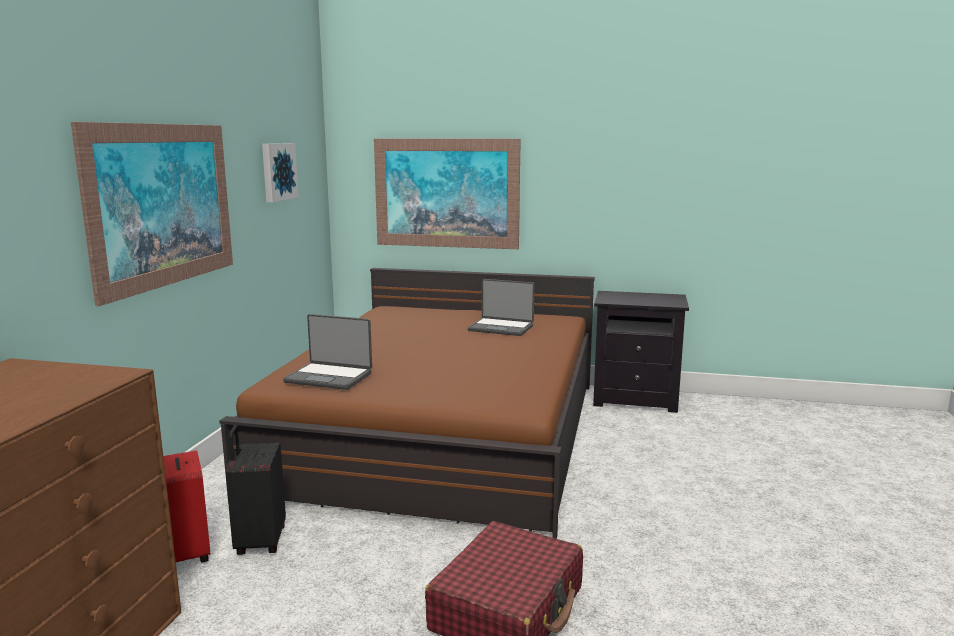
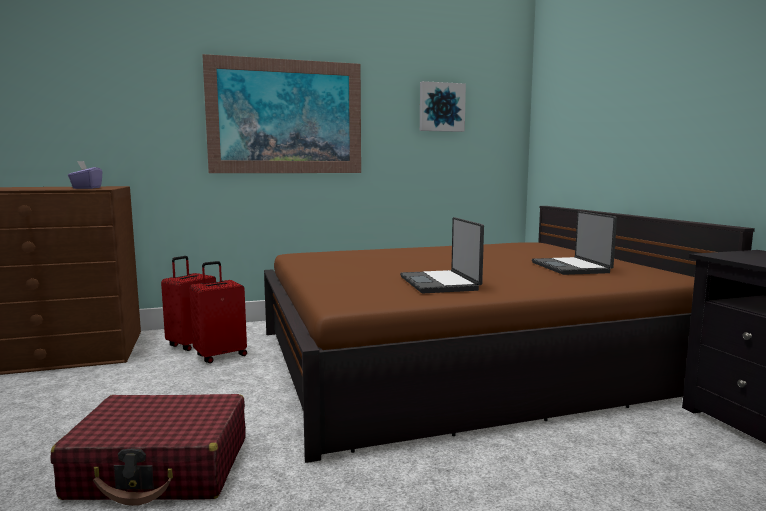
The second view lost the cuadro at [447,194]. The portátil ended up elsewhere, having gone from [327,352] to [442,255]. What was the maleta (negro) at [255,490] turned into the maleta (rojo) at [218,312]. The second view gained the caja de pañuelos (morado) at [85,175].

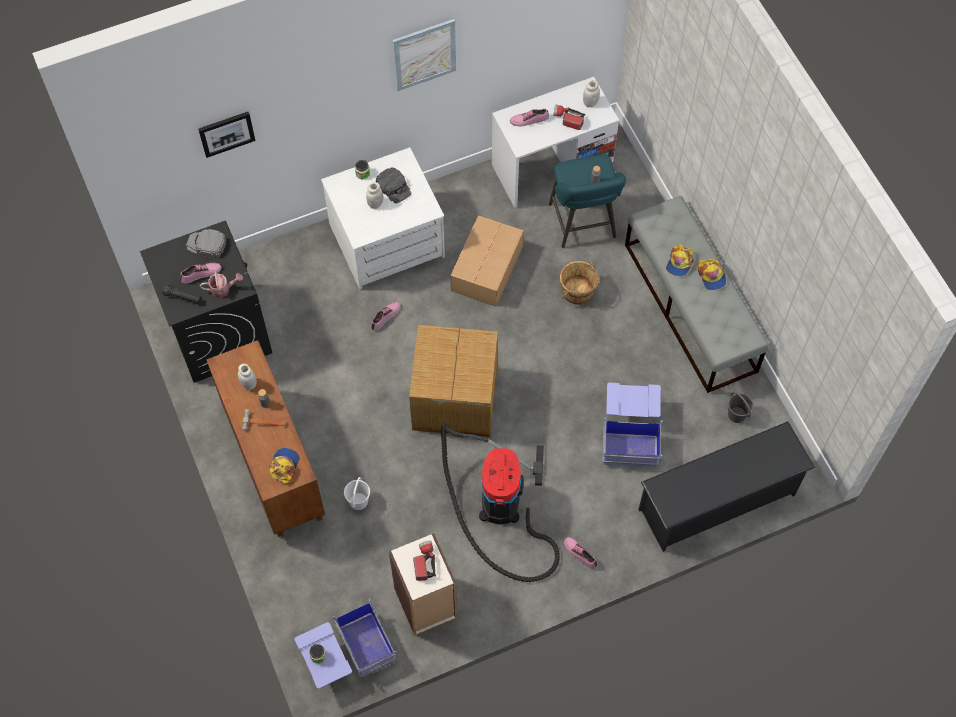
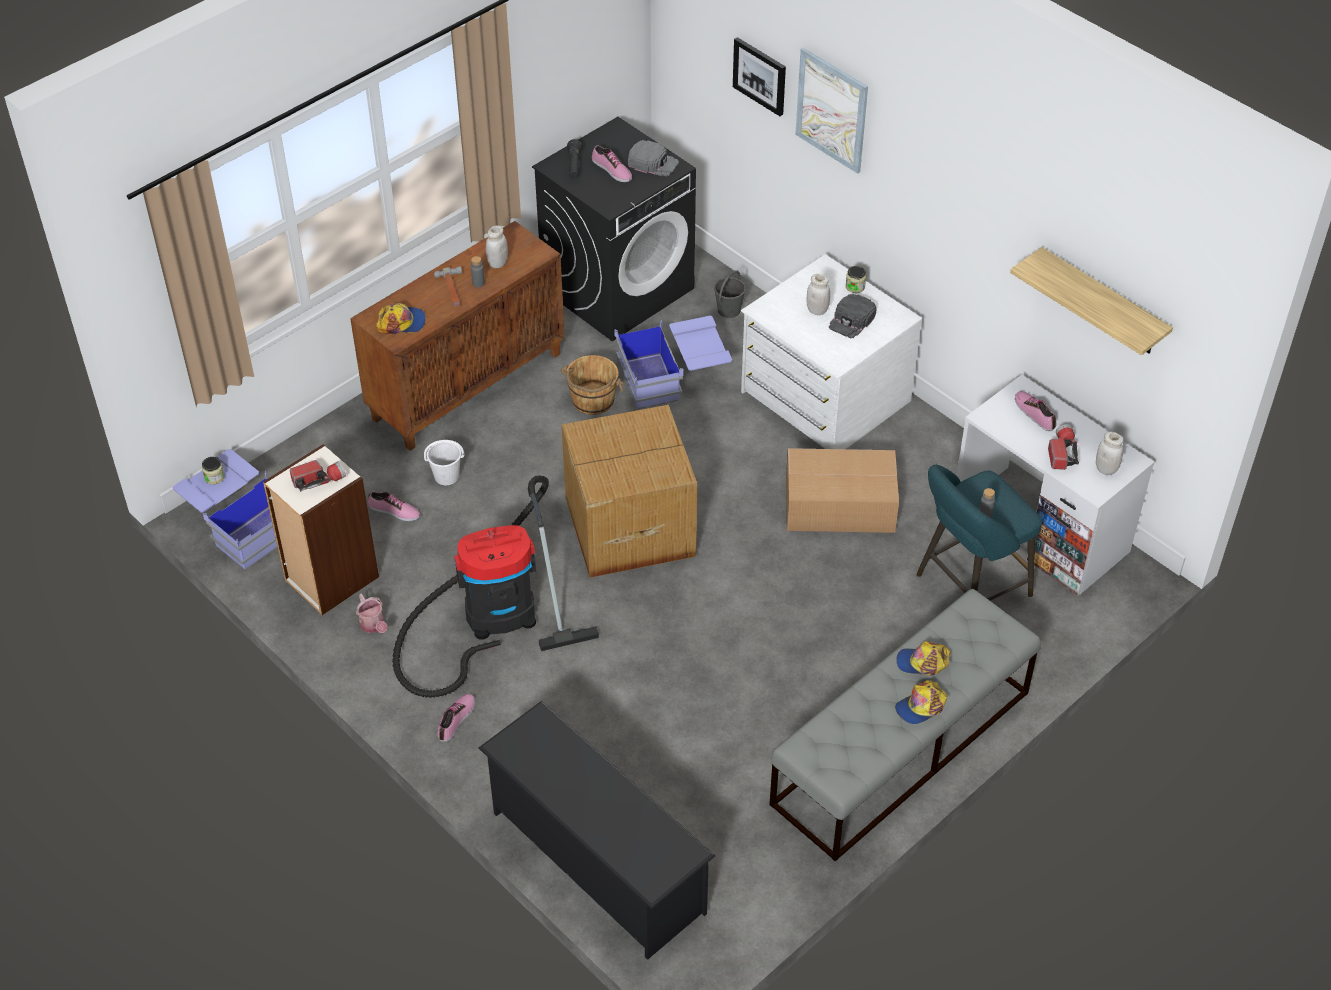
The cuadro ended up elsewhere, having gone from [424,55] to [831,111]. The gorra (gris) at [206,243] ended up facing another way, 120 degrees clockwise from before. The cubo (marrón) ended up elsewhere, having gone from [580,283] to [592,385]. The regadera ended up elsewhere, having gone from [221,284] to [371,613]. The zapato ended up elsewhere, having gone from [385,316] to [394,506]. The caja de almacenaje (azul) ended up elsewhere, having gone from [633,424] to [673,362]. The cubo (gris) ended up elsewhere, having gone from [741,407] to [730,294]. The second view gained the estante at [1091,301].

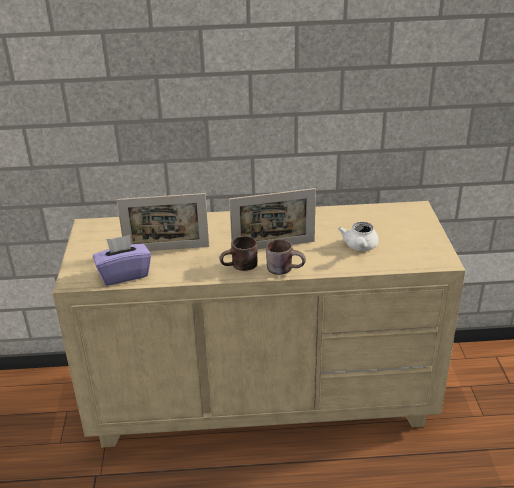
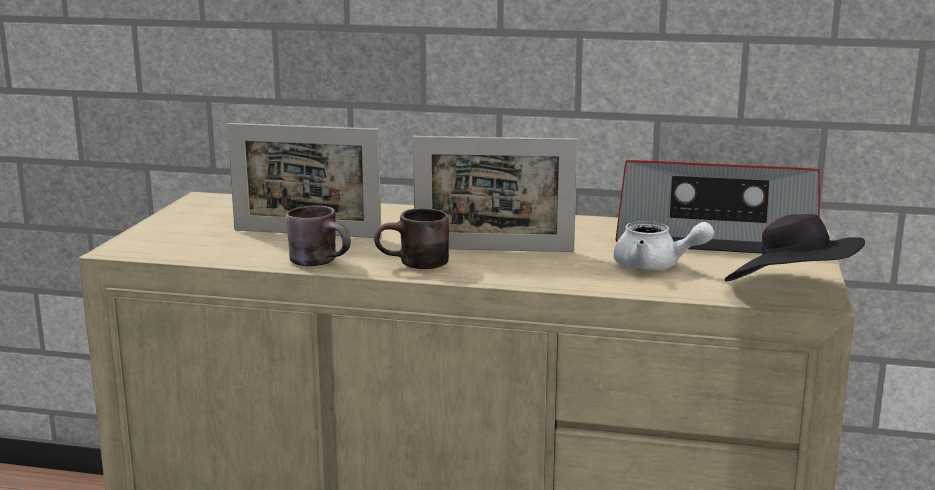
The tetera (blanco) at [358,236] ended up facing another way, 90 degrees counterclockwise from before. The second view lost the caja de pañuelos (morado) at [122,260]. The taza grande (marrón) ended up elsewhere, having gone from [286,257] to [318,235]. The second view gained the radio at [717,207]. The second view gained the sombrero (negro) at [795,247].

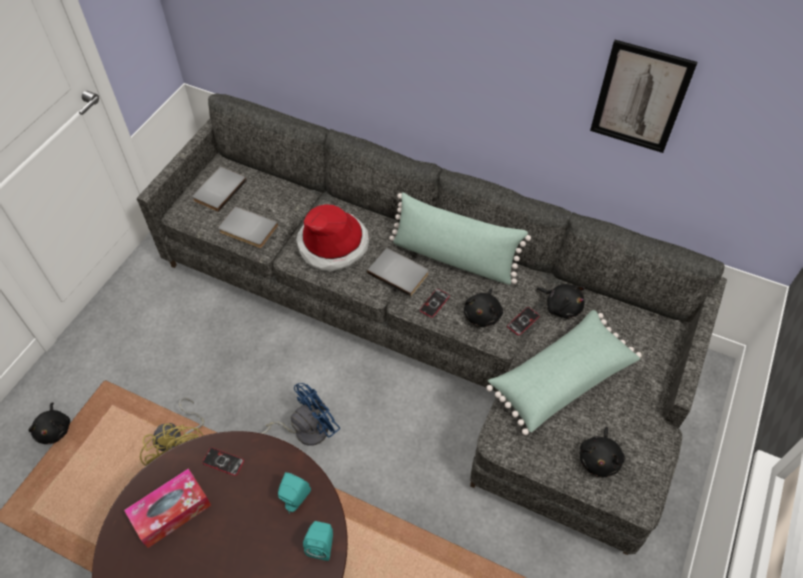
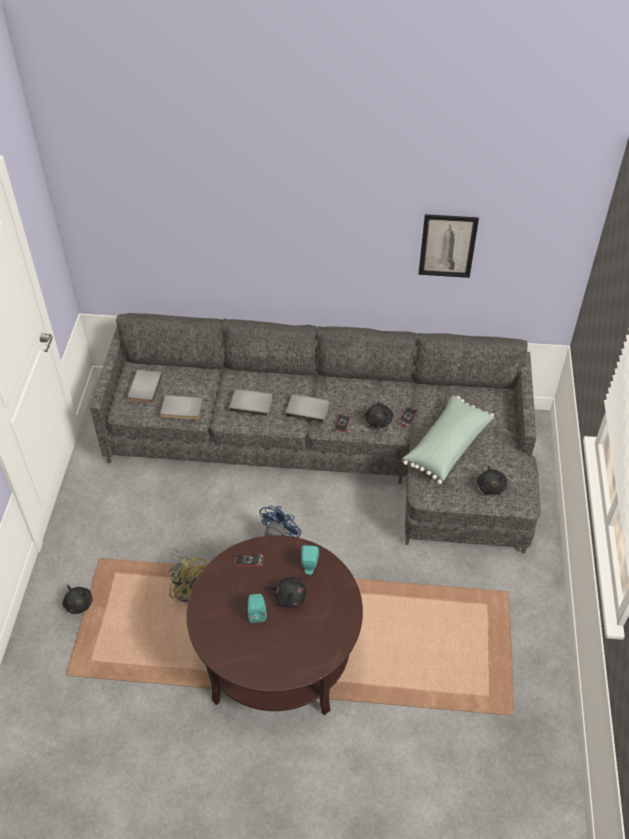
The second view lost the cojín (verde) at [460,238]. Where the sombrero stood at [332,237], the libro (gris) came to stand at [251,402]. The peluche (negro) ended up elsewhere, having gone from [561,301] to [285,592]. The second view lost the caja de pañuelos at [167,508]. The altavoz (turquesa) ended up elsewhere, having gone from [318,541] to [257,608].

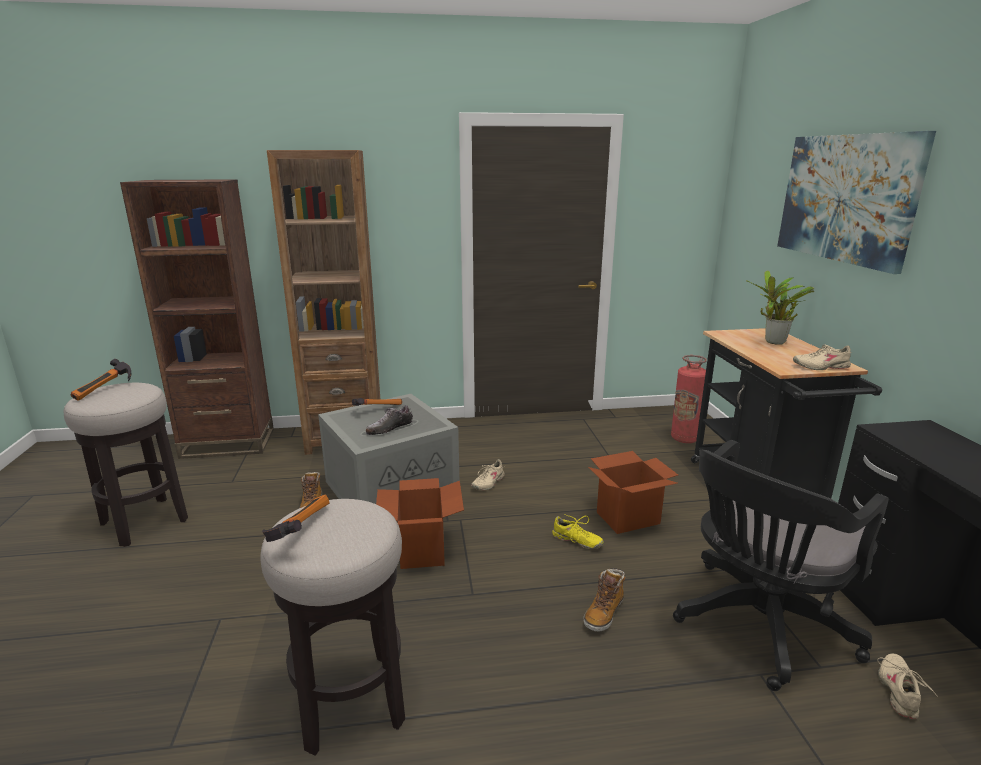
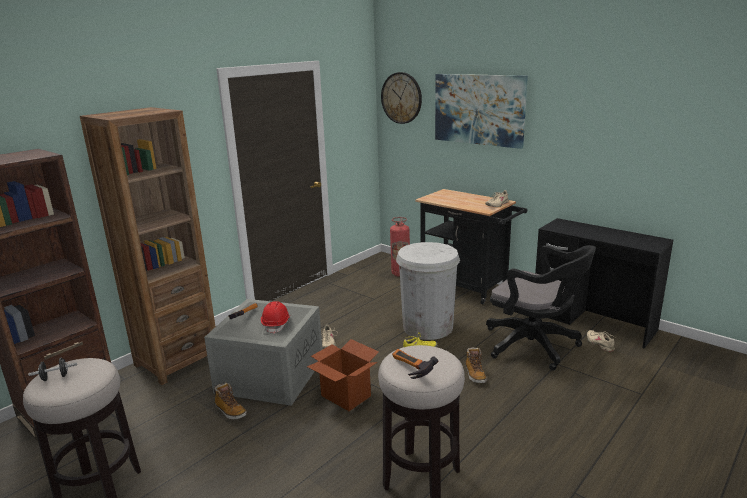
The second view lost the planta en maceta at [780,308]. Where the martillo stood at [101,380], the mancuerna (negro) came to stand at [52,369]. Where the zapato stood at [389,420], the casco (rojo) came to stand at [275,317]. The silla de oficina (negro) at [781,565] ended up facing another way, 60 degrees counterclockwise from before. Where the caja de cartón stood at [633,492], the papelera (blanco) came to stand at [428,291]. The second view gained the reloj de pared at [401,98].

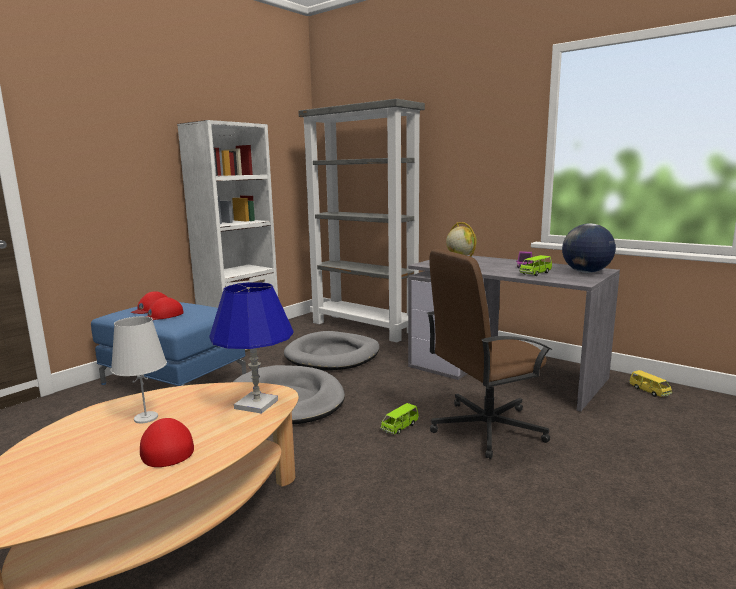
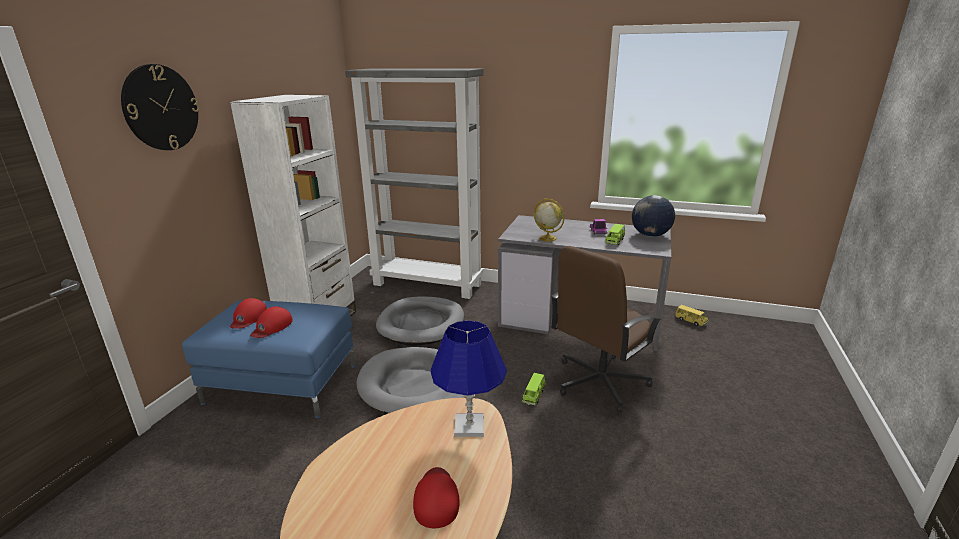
The second view lost the lámpara de mesa (blanco) at [139,369]. The gorra (rojo) at [167,442] ended up facing another way, 45 degrees clockwise from before. The second view gained the reloj de pared at [160,107].

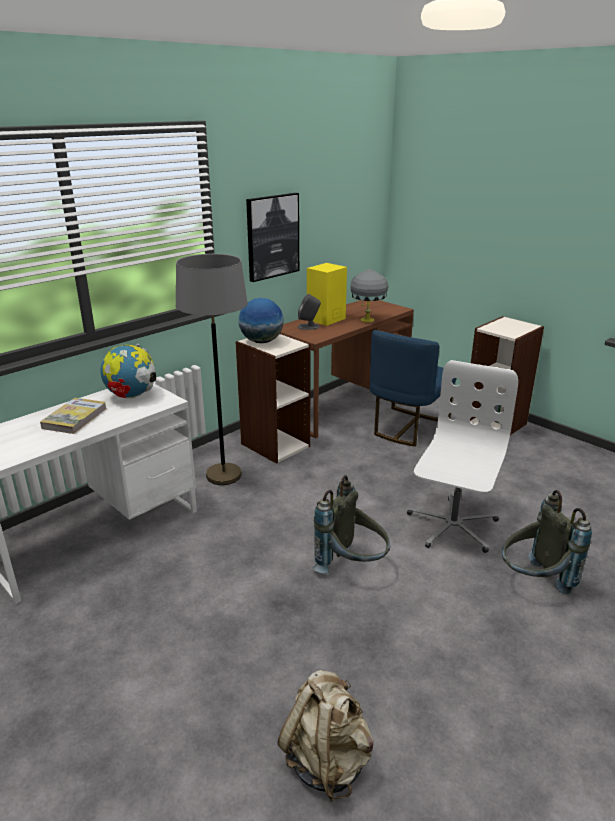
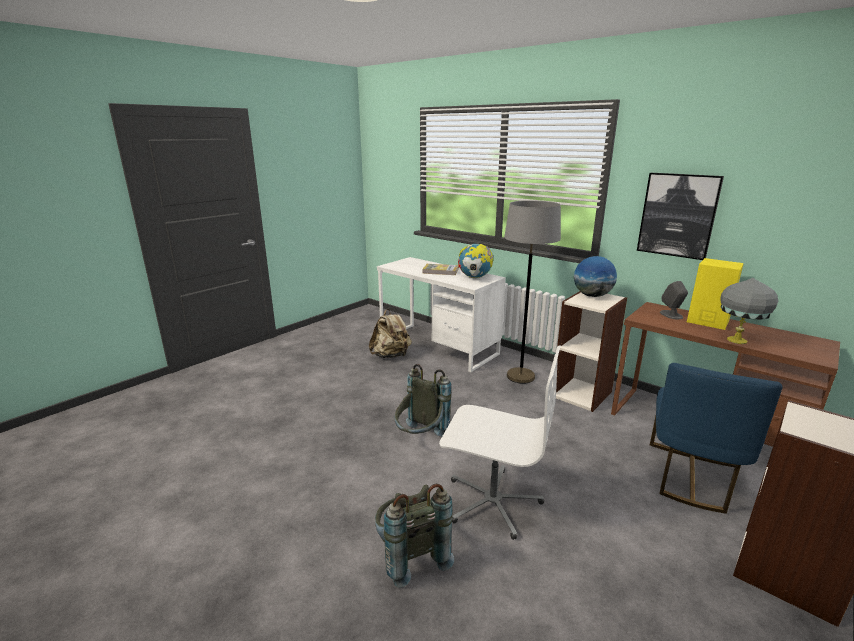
The silla (azul) at [413,388] ended up facing another way, 90 degrees counterclockwise from before. The mochila (beis) ended up elsewhere, having gone from [326,736] to [390,333].

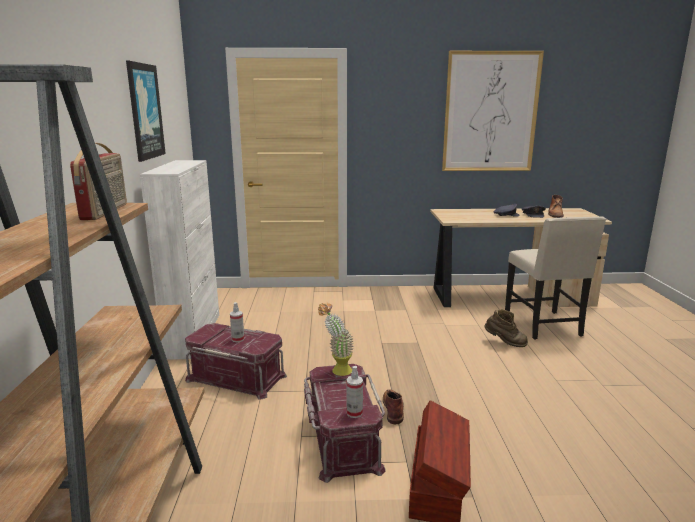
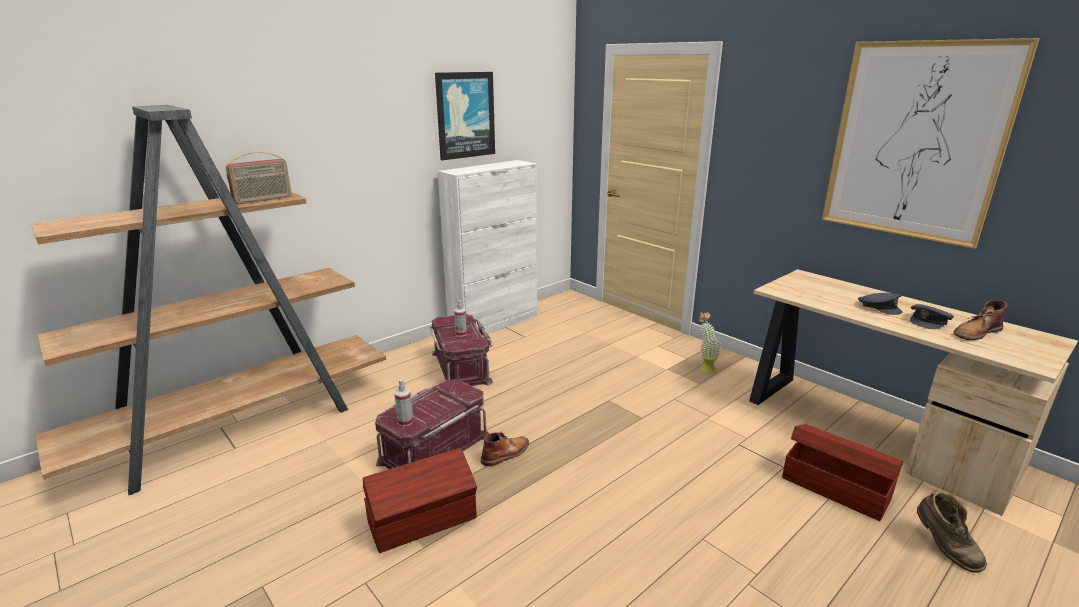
Where the silla (beis) stood at [555,278], the caja de almacenaje (marrón) came to stand at [842,472]. The planta en maceta ended up elsewhere, having gone from [336,339] to [710,342]. The bota (marrón) ended up elsewhere, having gone from [506,328] to [952,531].

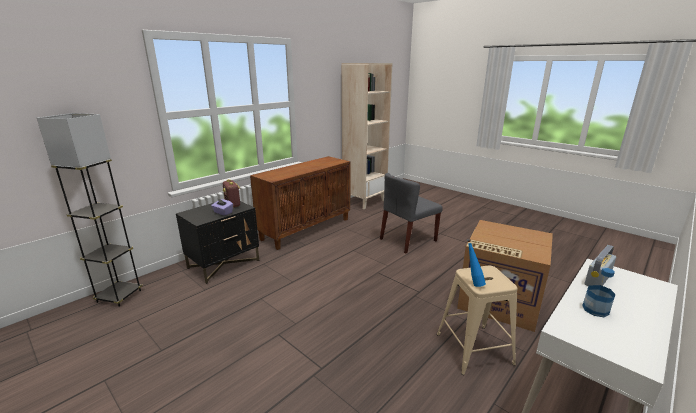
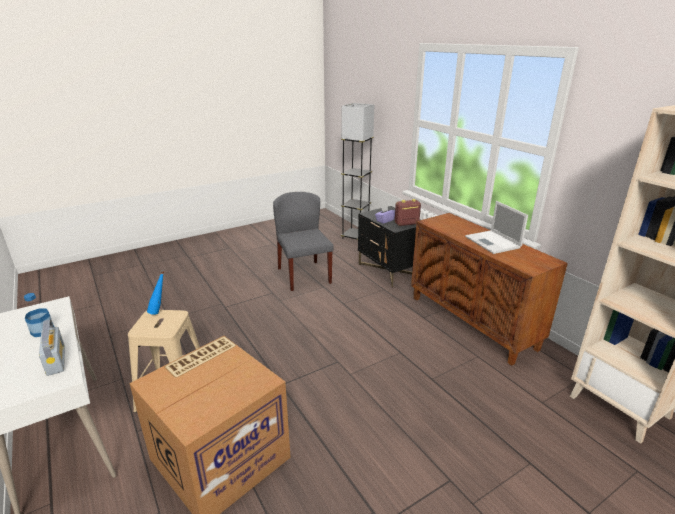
The silla (gris) ended up elsewhere, having gone from [411,213] to [303,241]. The second view gained the portátil at [496,227].

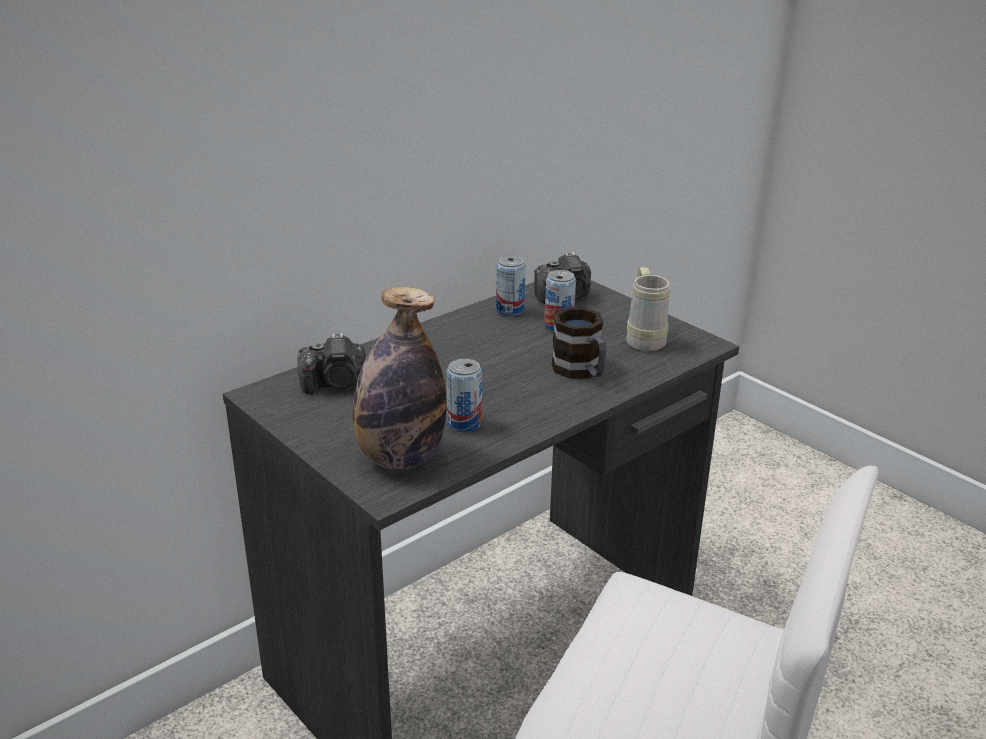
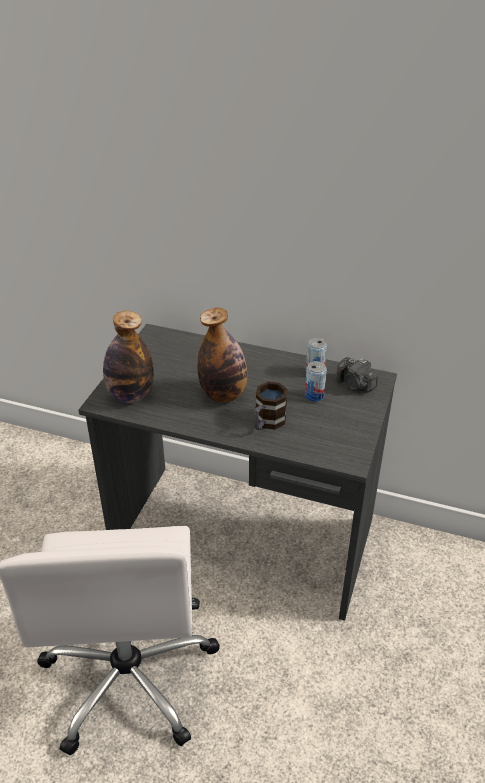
The second view lost the taza grande (beis) at [648,309]. The second view lost the cámara at [331,363]. The second view lost the lata at [464,395]. The second view gained the botella at [222,355].

